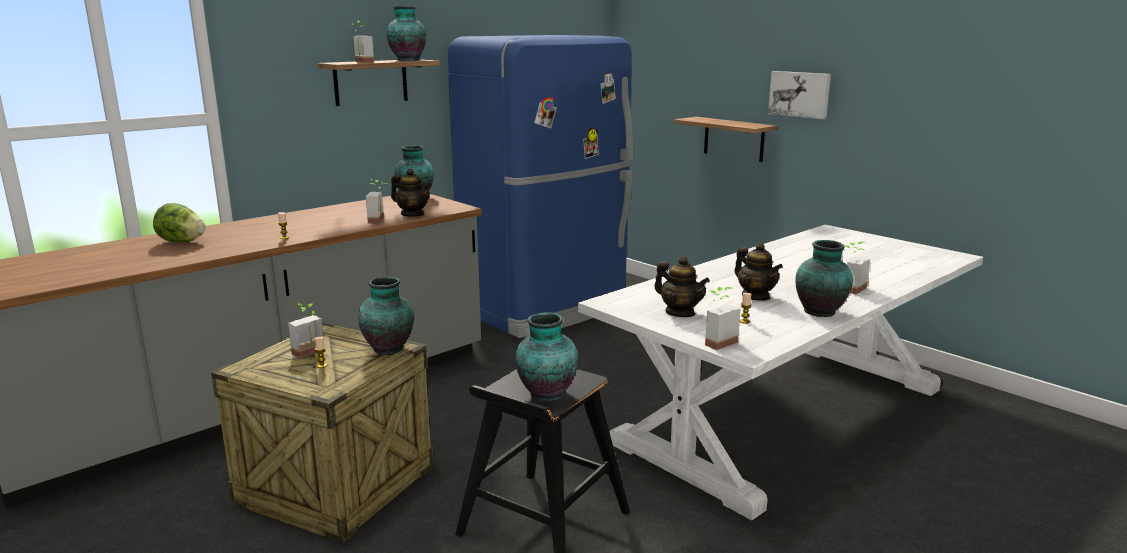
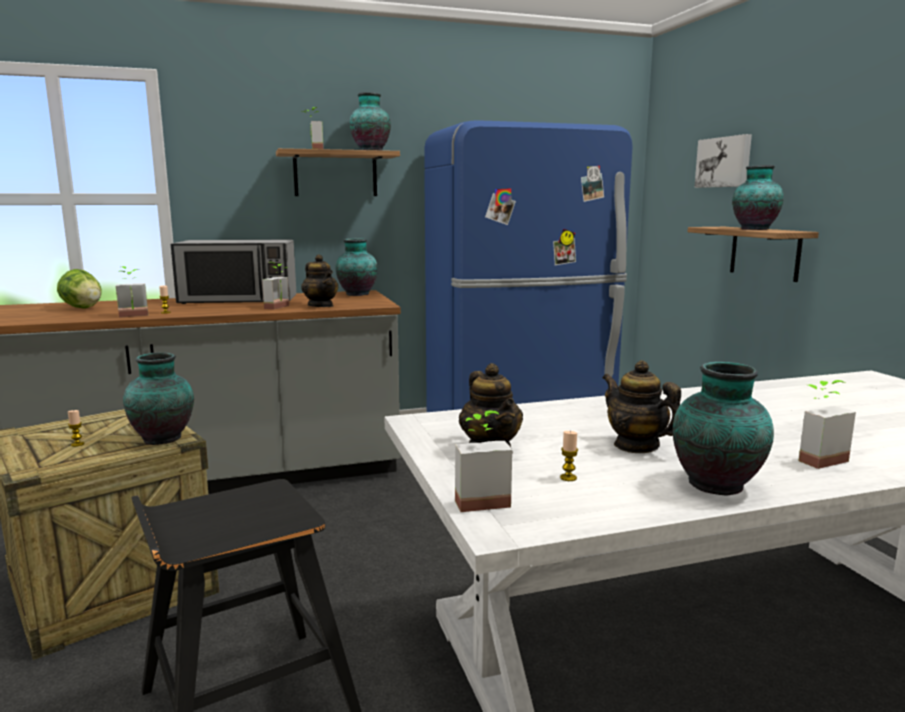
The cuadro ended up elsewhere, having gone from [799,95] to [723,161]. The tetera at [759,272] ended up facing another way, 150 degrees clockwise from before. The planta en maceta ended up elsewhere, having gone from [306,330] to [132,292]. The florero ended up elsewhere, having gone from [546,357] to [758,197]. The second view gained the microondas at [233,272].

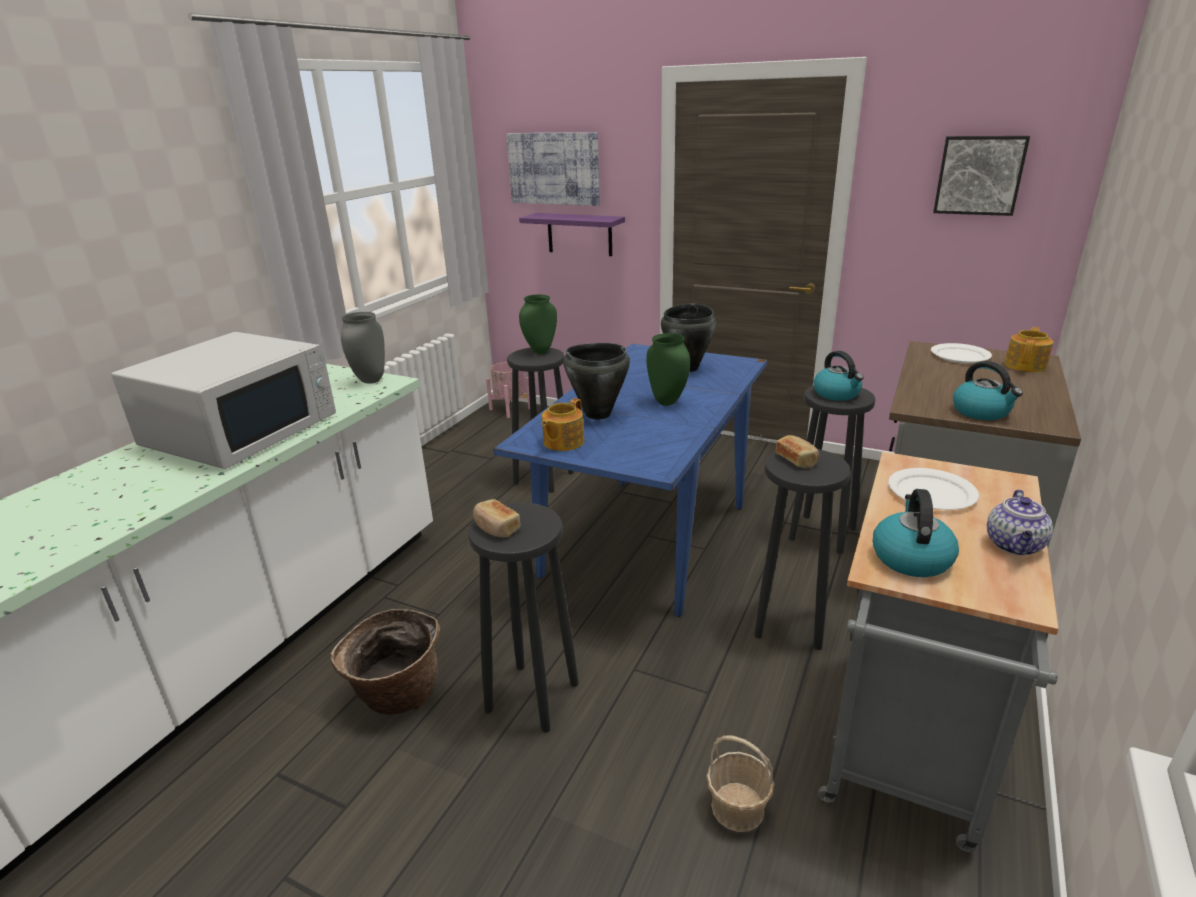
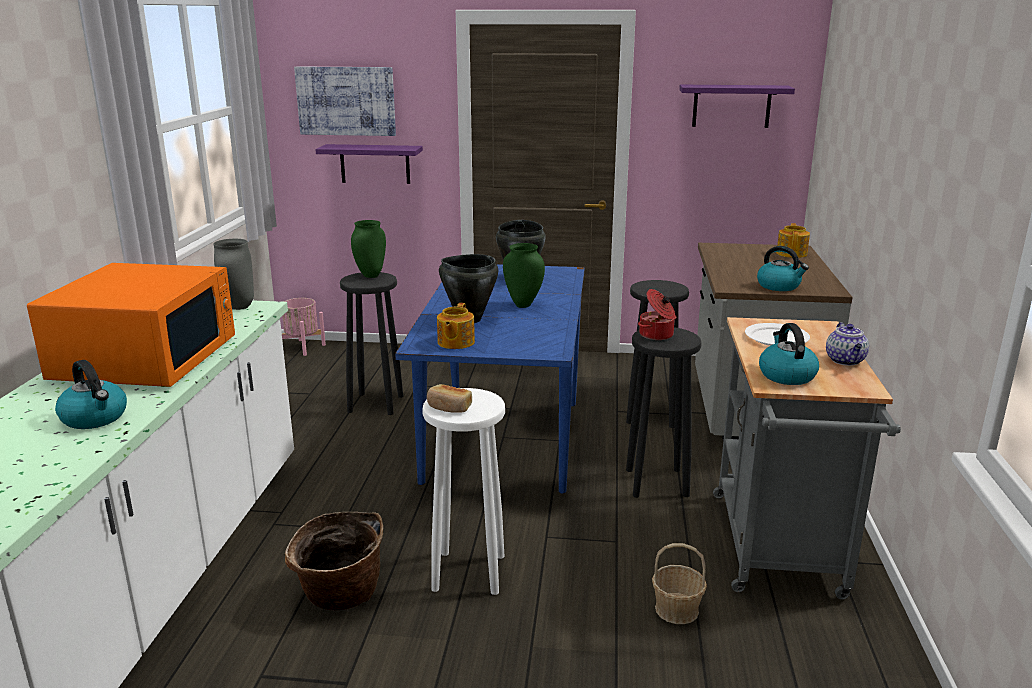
Where the cuadro hung at [981,176], the estante (morado) came to hang at [737,106]. What was the microondas (blanco) at [223,400] turned into the microondas (naranja) at [131,325]. The second view lost the plato (blanco) at [961,353]. The hervidor ended up elsewhere, having gone from [838,376] to [91,394]. Where the pan stood at [797,451], the olla came to stand at [657,314]. What was the taburete (negro) at [523,618] turned into the taburete (blanco) at [463,491].

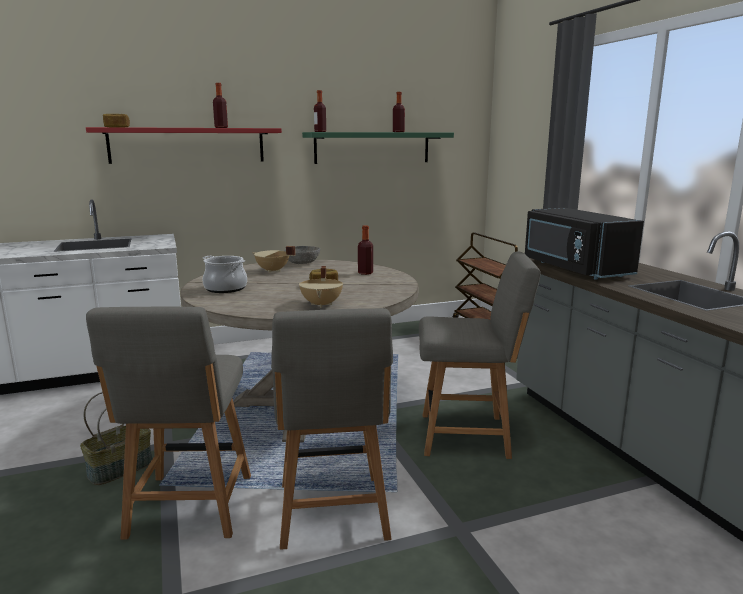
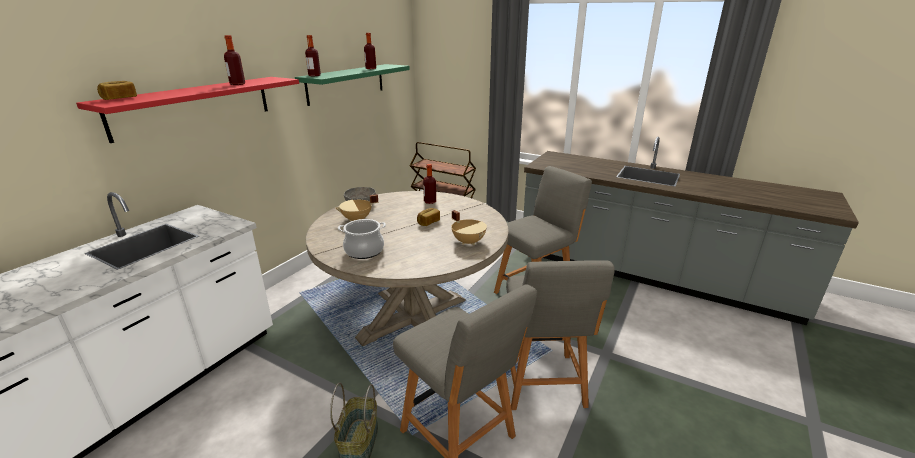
The second view lost the microondas (negro) at [584,244]. The silla (gris) at [332,429] ended up facing another way, 45 degrees clockwise from before.

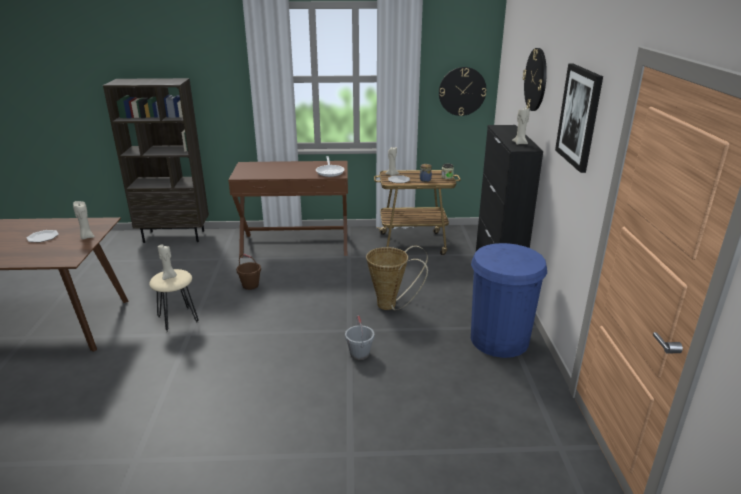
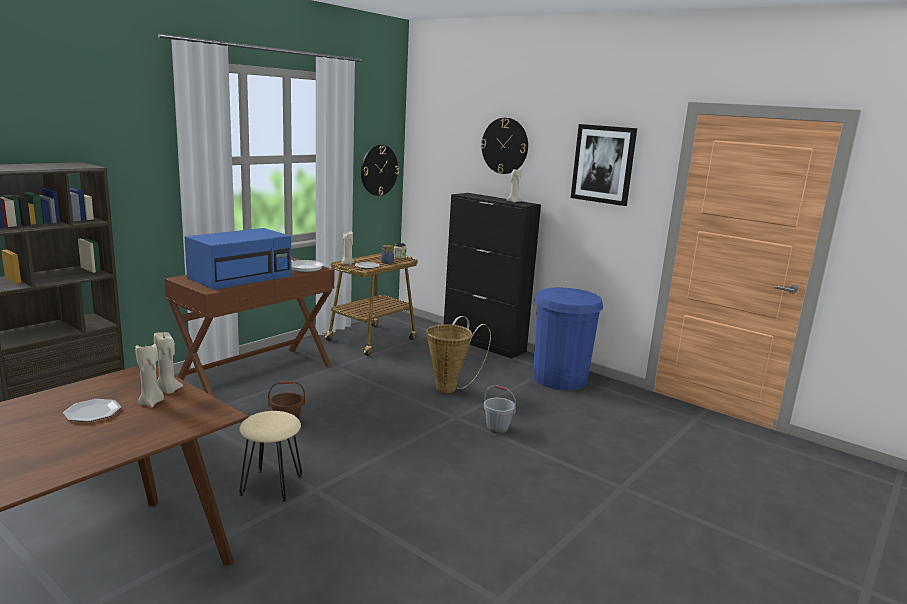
The vela (beis) ended up elsewhere, having gone from [167,262] to [149,375]. The second view gained the microondas (azul) at [238,259].

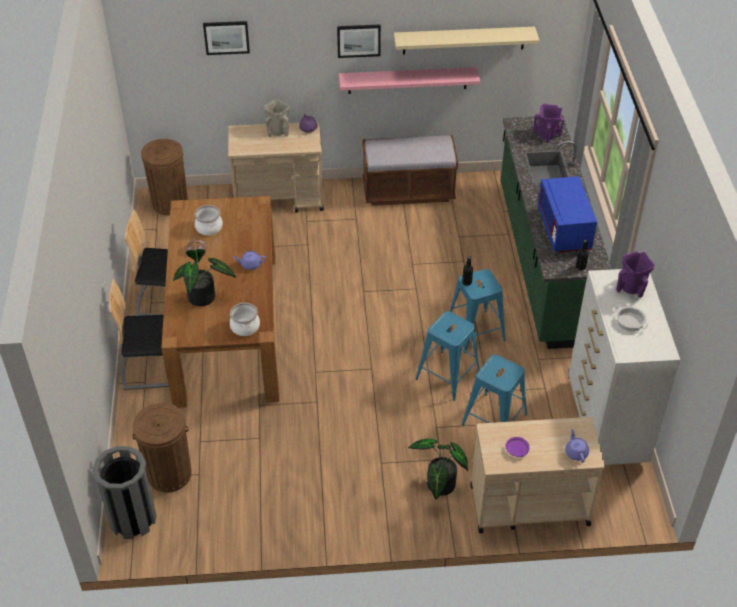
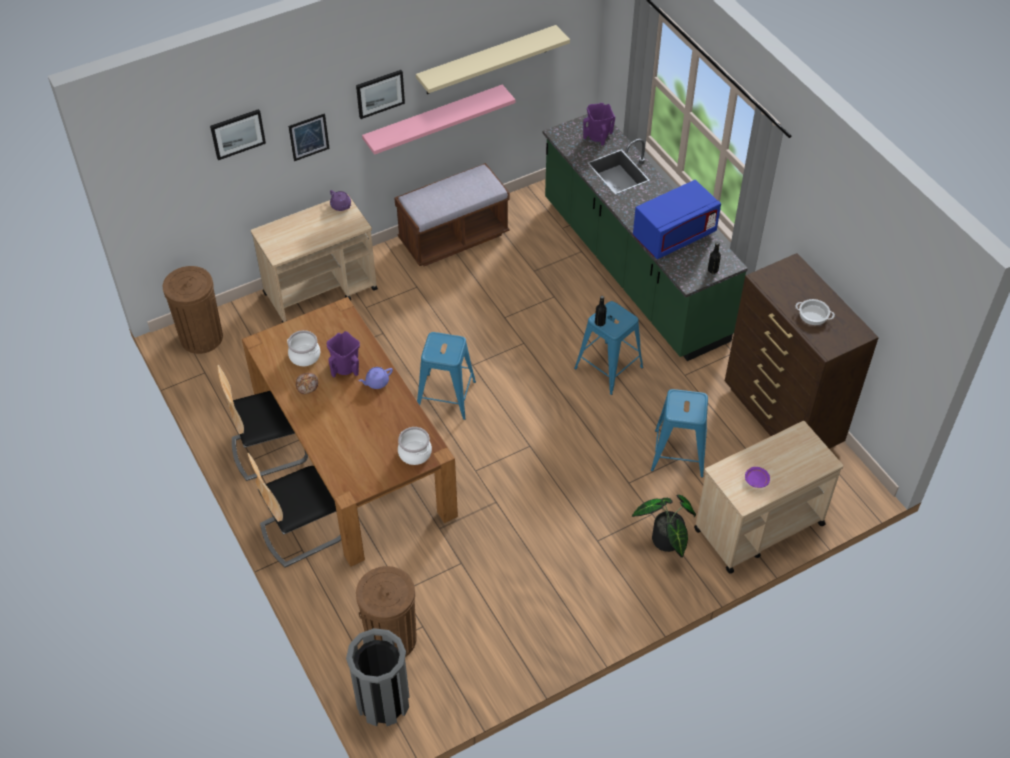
The second view lost the florero (beis) at [277,118]. The microondas (azul) at [567,214] ended up facing another way, 90 degrees counterclockwise from before. The second view lost the planta en maceta at [204,277]. The florero (morado) ended up elsewhere, having gone from [635,274] to [343,354]. What was the cómoda (blanco) at [624,367] turned into the cómoda (marrón) at [802,351]. The taburete (azul) ended up elsewhere, having gone from [448,356] to [446,376]. The second view lost the tetera (morado) at [577,445]. The second view gained the cuadro at [309,137].

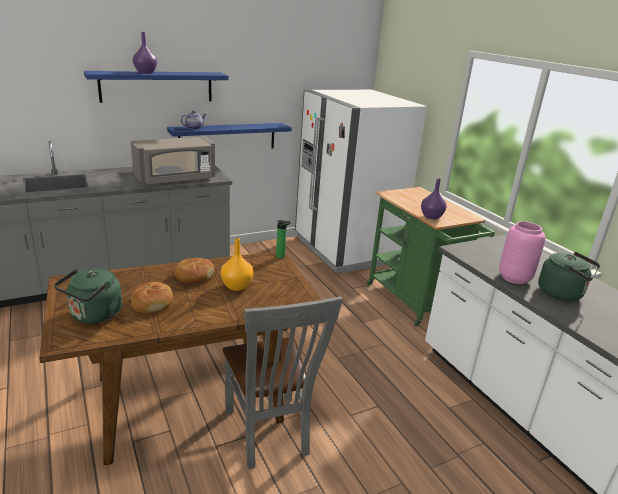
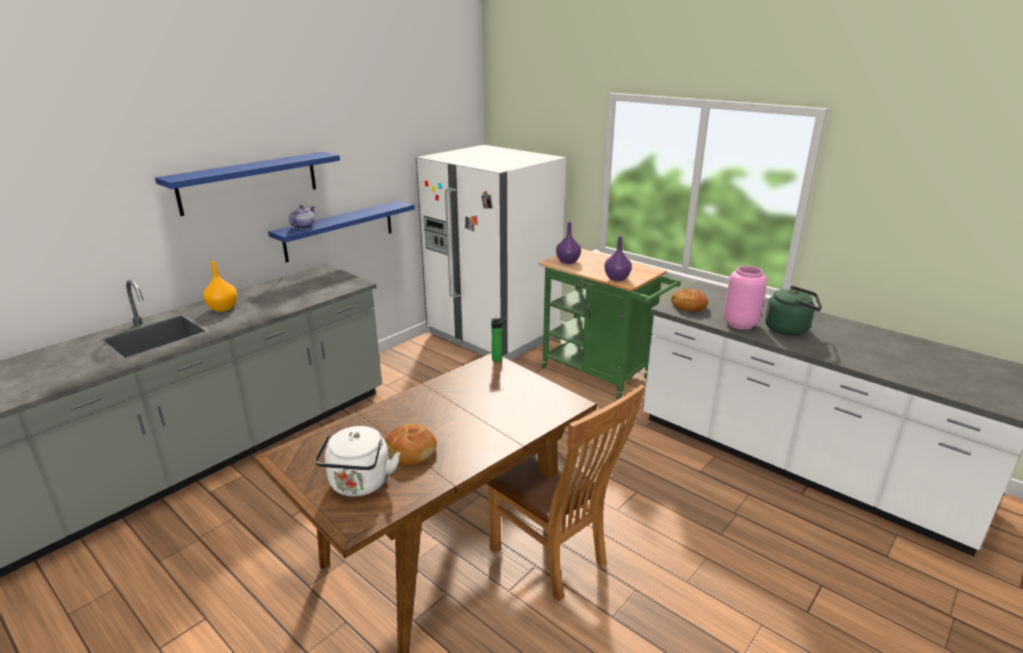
The florero (morado) ended up elsewhere, having gone from [145,53] to [568,243]. The second view lost the microondas (gris) at [173,161]. The florero (naranja) ended up elsewhere, having gone from [237,264] to [220,286]. The pan ended up elsewhere, having gone from [194,270] to [689,300]. What was the hervidor (verde) at [88,296] turned into the hervidor (blanco) at [357,461]. What was the silla (gris) at [282,382] turned into the silla (marrón) at [565,492].

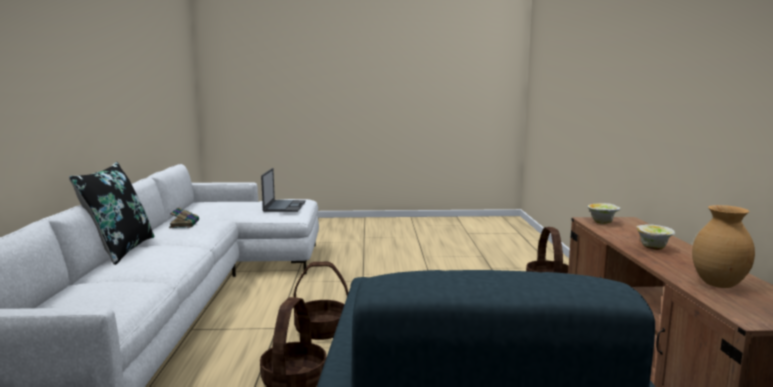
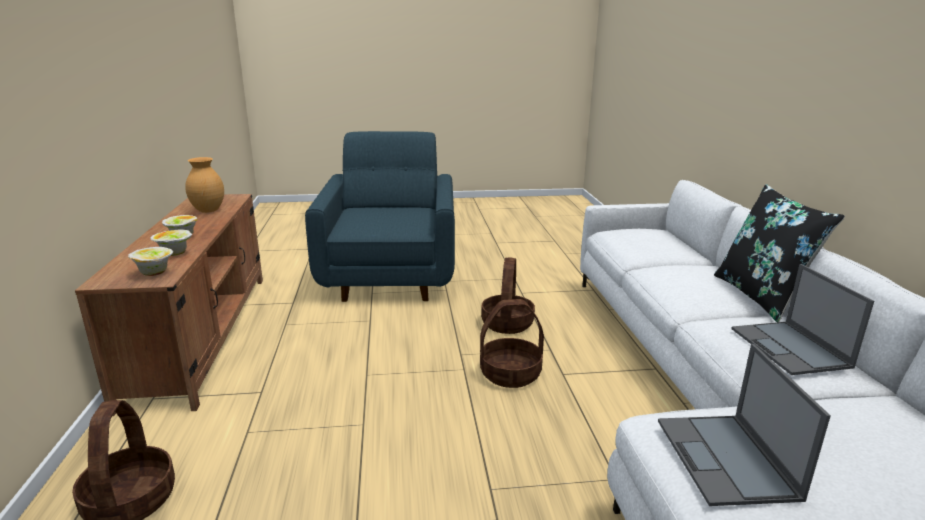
Where the libro stood at [184,217], the portátil came to stand at [802,319]. The second view gained the cuenco at [171,243].

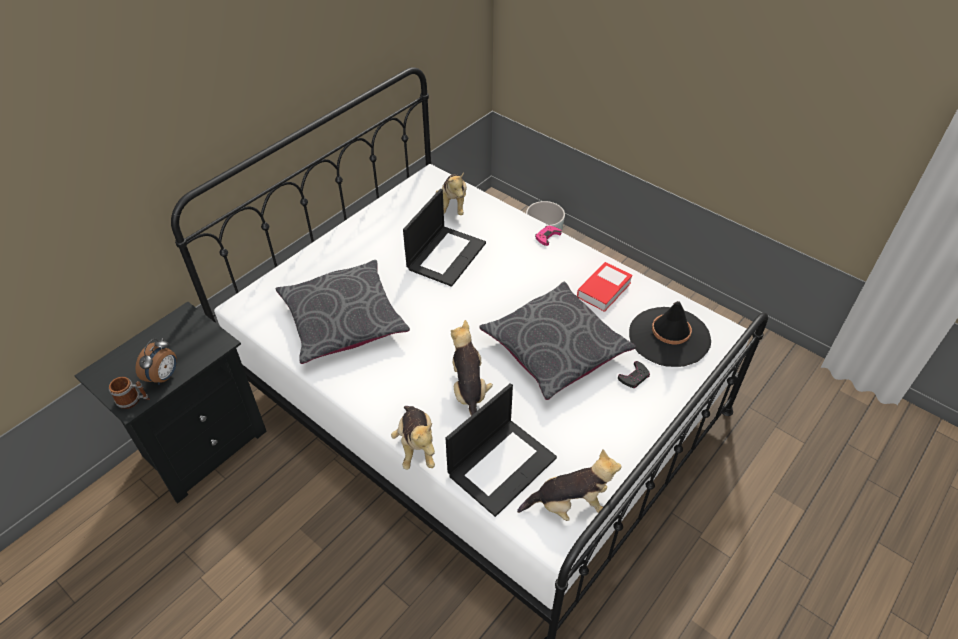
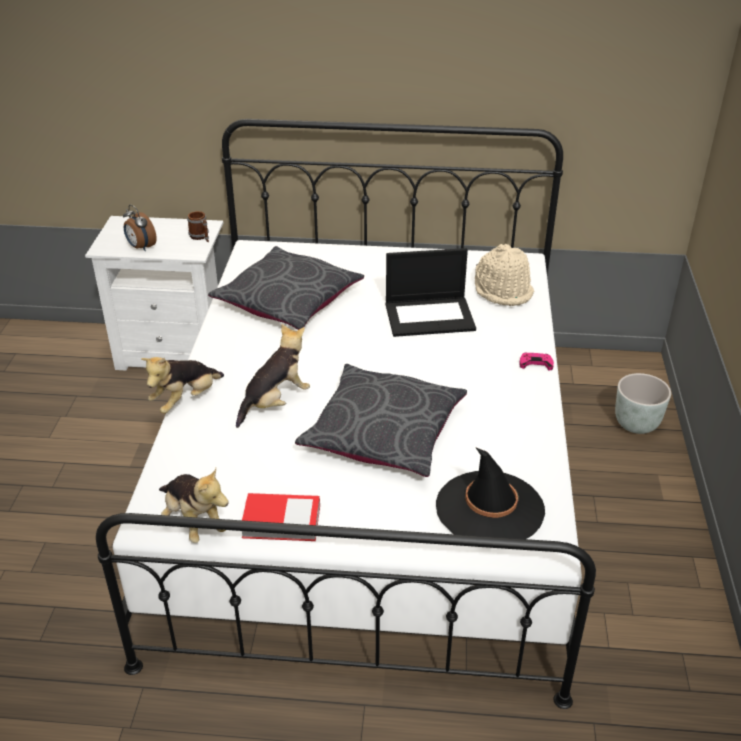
Where the peluche stood at [451,194], the sombrero (beis) came to stand at [504,274]. The libro ended up elsewhere, having gone from [605,287] to [281,517]. What was the mesita de noche (negro) at [170,402] turned into the mesita de noche (blanco) at [154,293]. The despertador at [156,361] ended up facing another way, 60 degrees clockwise from before. The second view lost the mando de consola (negro) at [634,374]. The taza grande ended up elsewhere, having gone from [129,393] to [198,226]. The second view lost the portátil at [501,450].

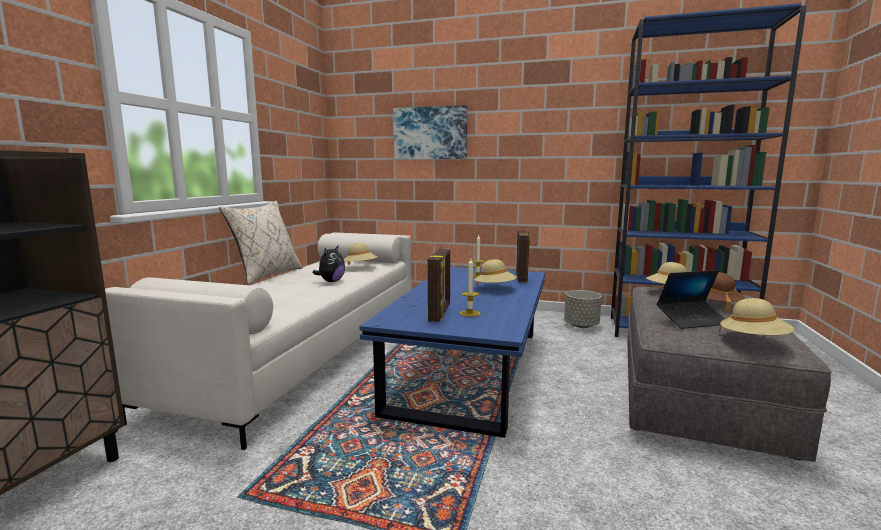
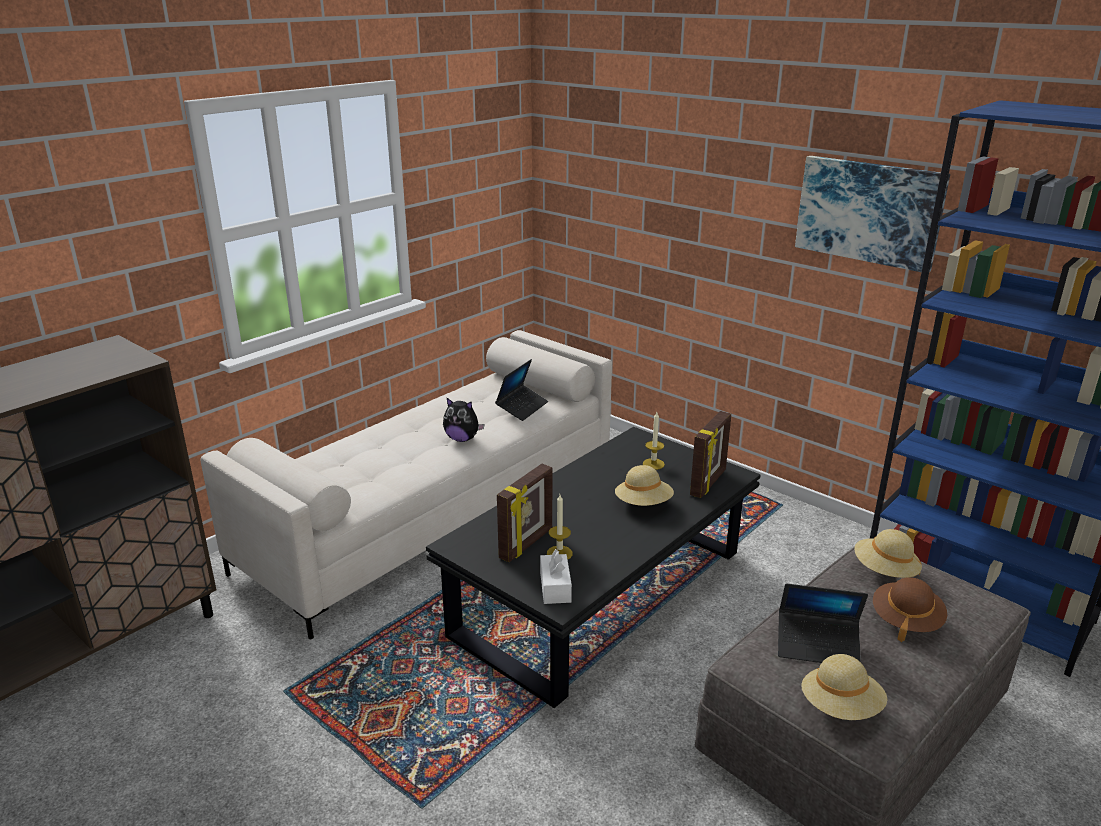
The cuadro ended up elsewhere, having gone from [430,132] to [872,214]. The second view lost the cojín (beis) at [261,243]. Where the sombrero (beis) stood at [361,254], the portátil came to stand at [521,390]. The peluche at [328,264] ended up facing another way, 60 degrees clockwise from before. What was the mesa de centro (azul) at [452,352] turned into the mesa de centro (negro) at [593,567]. The second view lost the maceta (gris) at [583,309]. The second view gained the caja de pañuelos (blanco) at [556,576].

